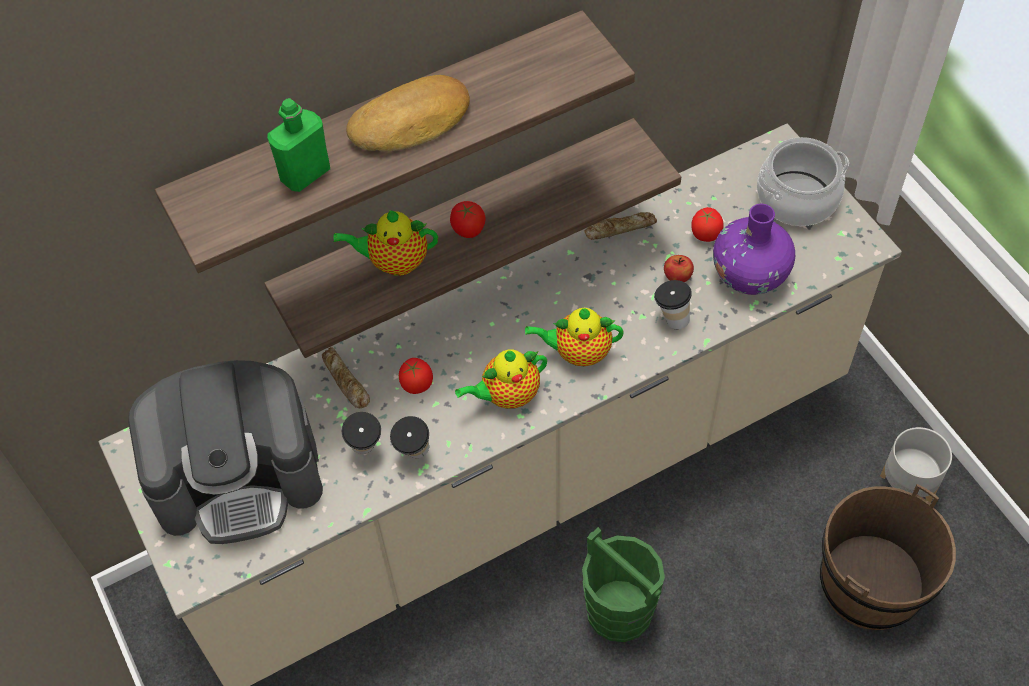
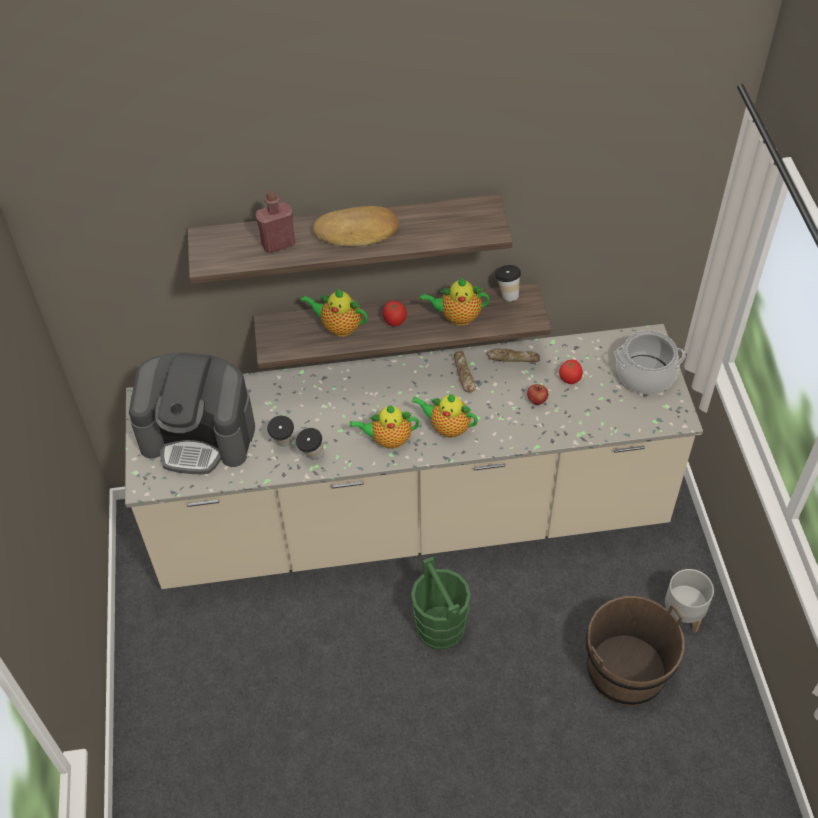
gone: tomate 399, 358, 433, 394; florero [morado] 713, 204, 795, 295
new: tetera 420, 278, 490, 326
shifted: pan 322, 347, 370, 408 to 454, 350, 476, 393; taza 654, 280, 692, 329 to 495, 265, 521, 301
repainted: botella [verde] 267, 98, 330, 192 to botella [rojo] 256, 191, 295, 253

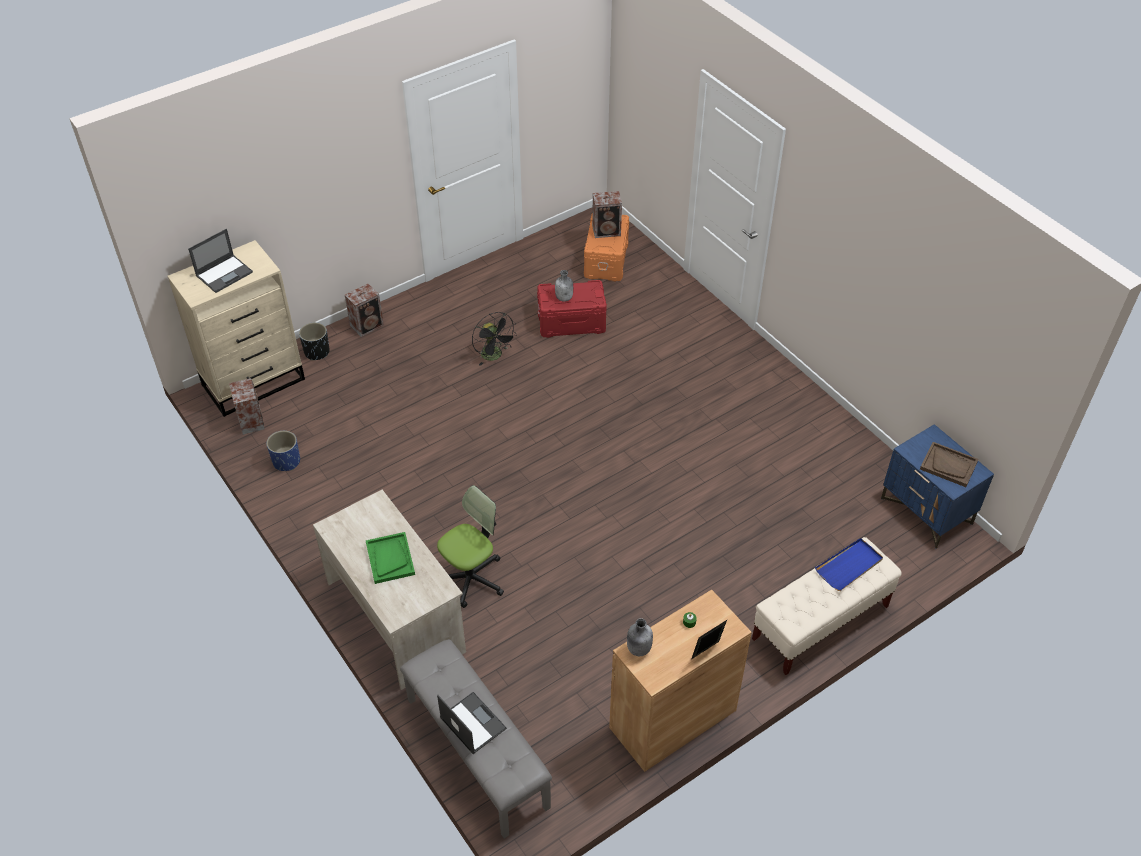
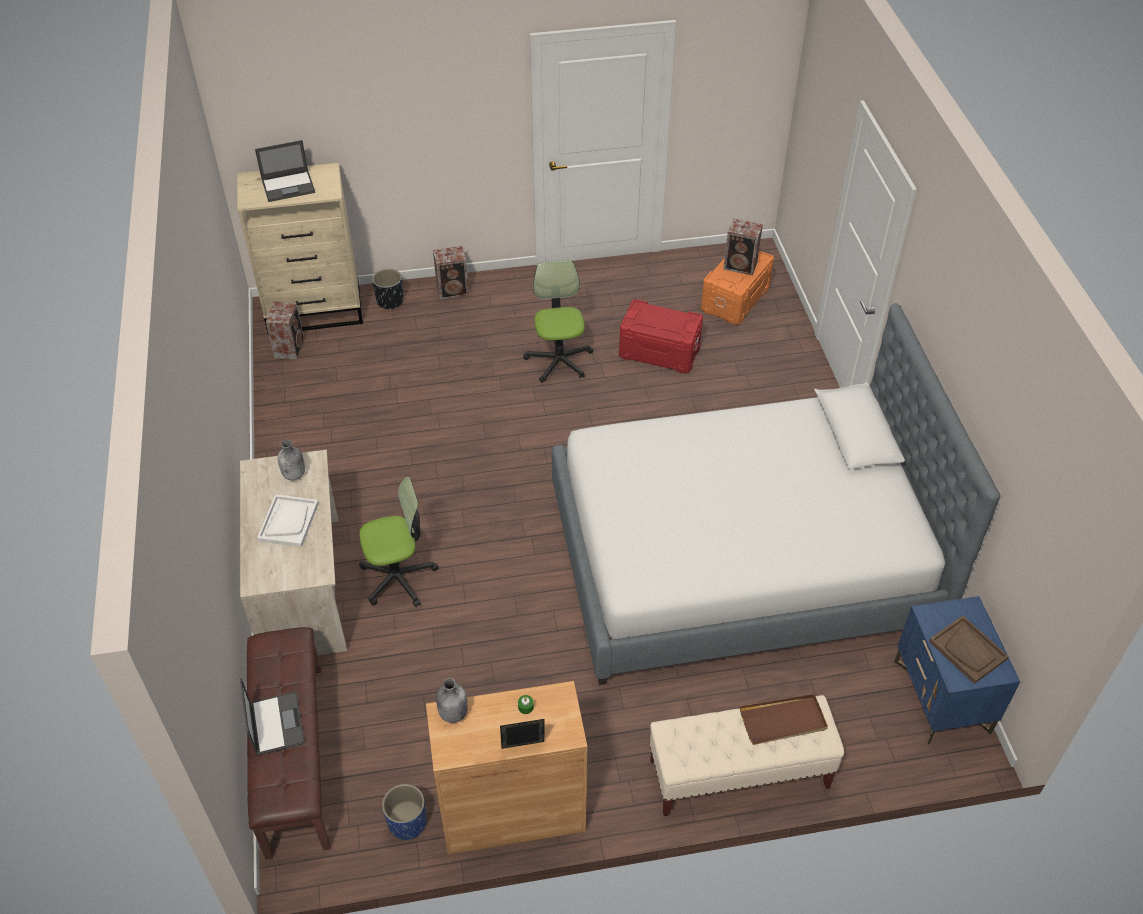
new: cama 552, 303, 1000, 685
shifted: botella [gris] 555, 270, 573, 301 to 277, 440, 305, 480; maceta [azul] 266, 431, 300, 471 to 382, 784, 426, 840
swapped: ventilador [negro] 472, 312, 517, 366 to silla de oficina 523, 260, 593, 383
repainted: banco [gris] 400, 639, 552, 838 to banco [marrón] 247, 627, 331, 860; bandeja [verde] 366, 532, 415, 584 to bandeja [blanco] 257, 494, 319, 547; bandeja [azul] 815, 538, 883, 591 to bandeja [marrón] 740, 694, 828, 745

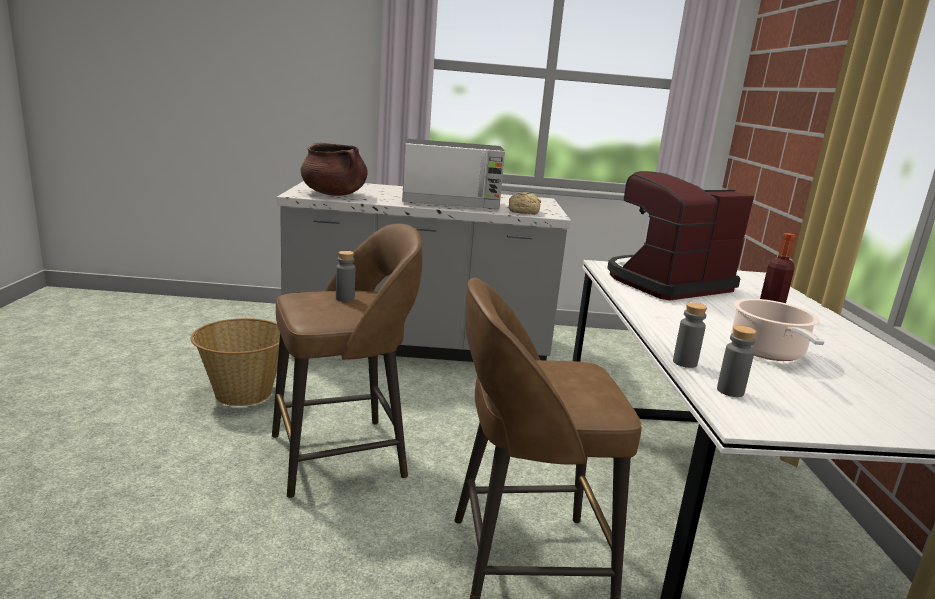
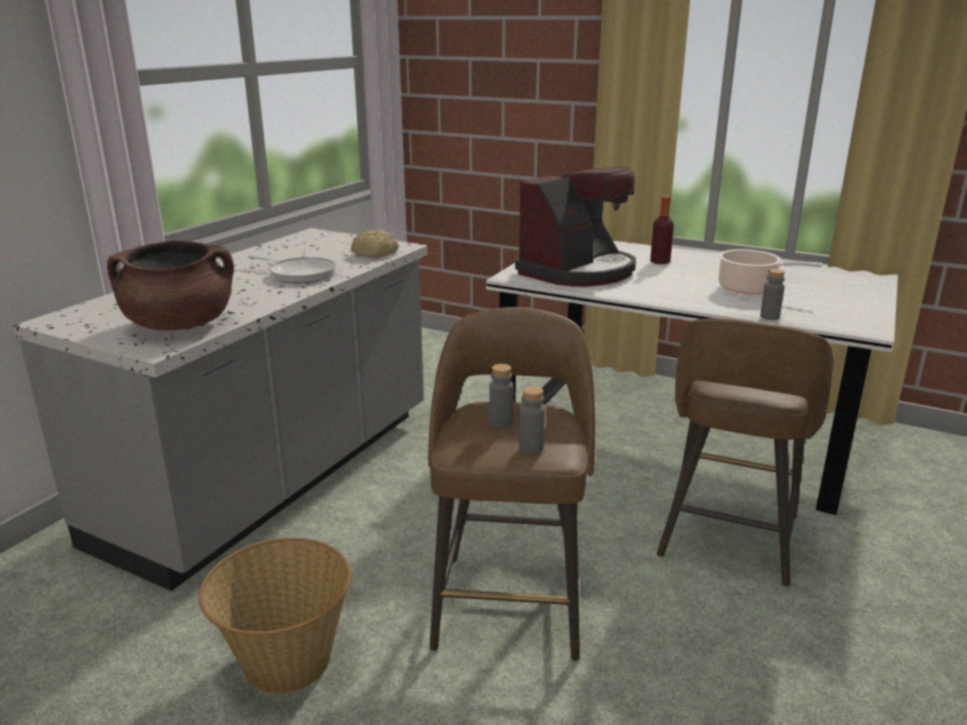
shifted: botella [gris] 717, 326, 756, 397 to 519, 386, 545, 454
swapped: microondas 402, 139, 505, 209 to sartén 248, 255, 336, 283
rotated: cafetera 607, 171, 754, 300 = 515, 167, 636, 287 135 degrees counterclockwise

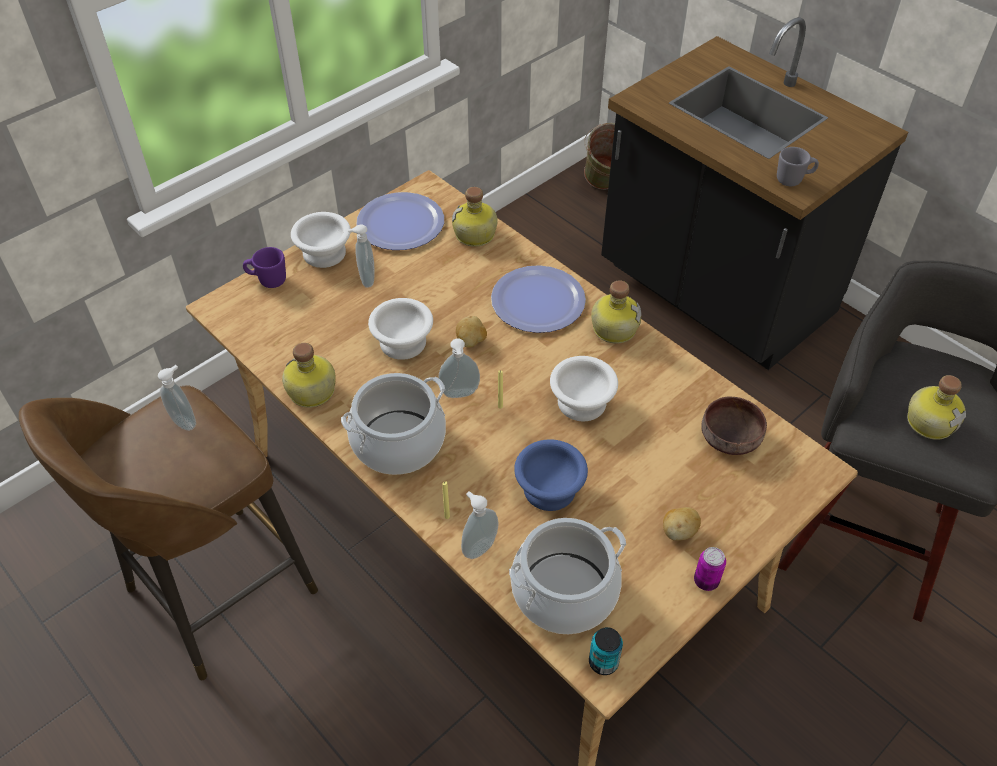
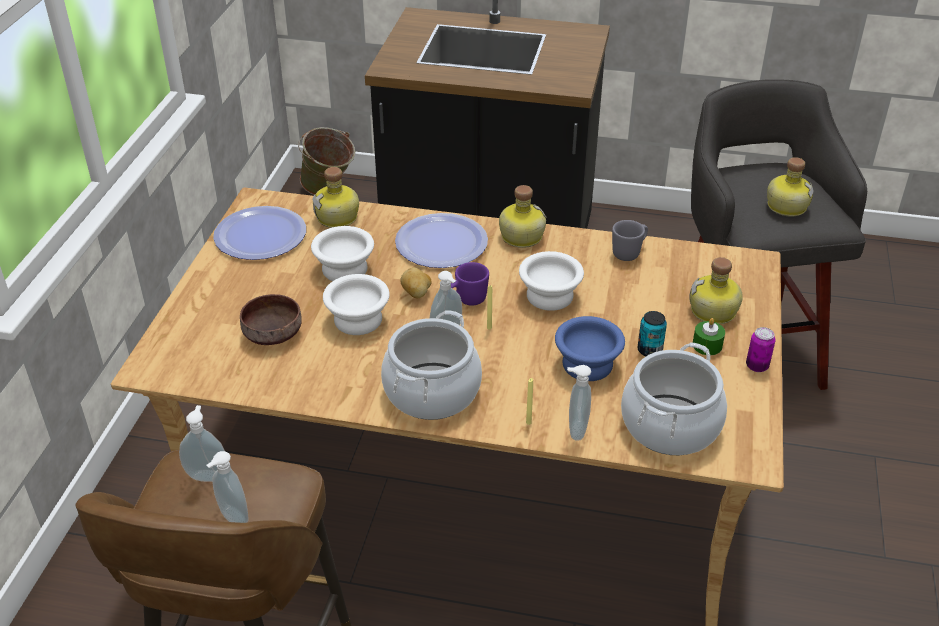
shifted: dispensador de jabón 348, 224, 374, 288 to 207, 451, 248, 523; cuenco [marrón] 701, 397, 767, 455 to 240, 294, 302, 345; cuenco [blanco] 291, 212, 351, 268 to 311, 226, 374, 281; taza grande [morado] 243, 247, 286, 288 to 451, 262, 489, 306; taza grande [gris] 777, 147, 819, 186 to 612, 220, 648, 261; lata 589, 627, 623, 675 to 638, 311, 667, 356; botella 282, 343, 336, 408 to 689, 257, 743, 324
swapped: patata 663, 507, 701, 541 to vela [verde] 693, 318, 725, 355

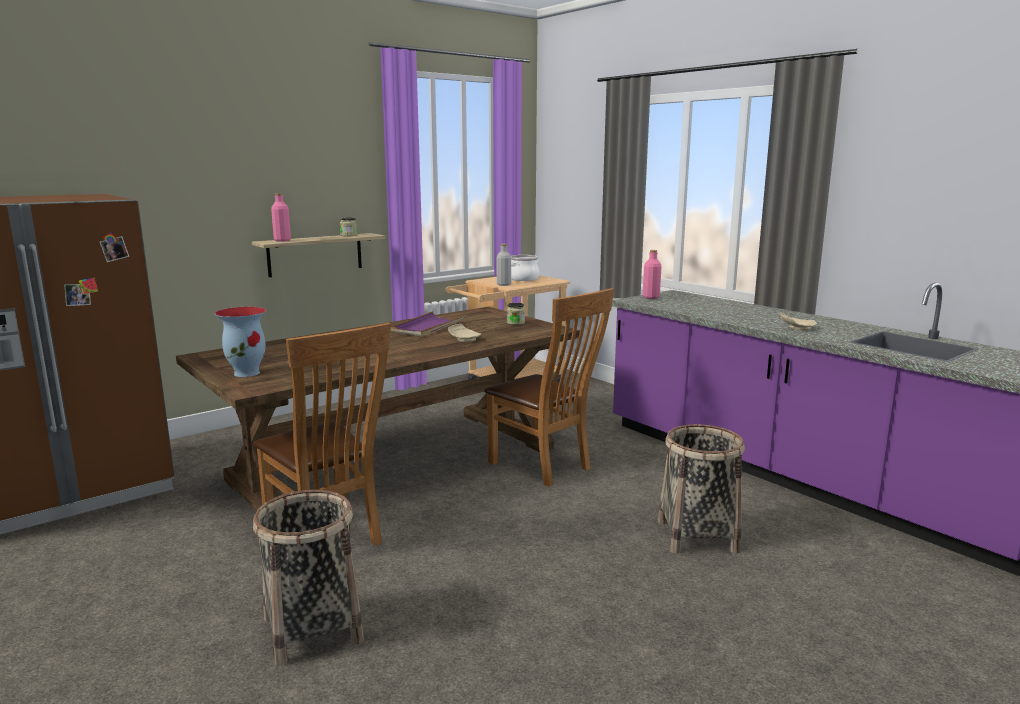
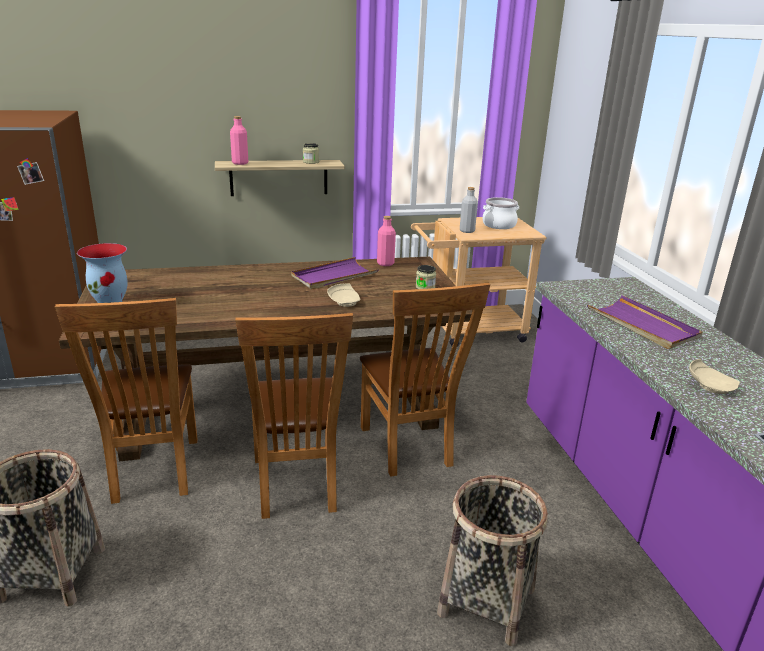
new: silla [marrón] 235, 313, 353, 519; bandeja [morado] 587, 295, 702, 349
shifted: botella [rosa] 643, 250, 662, 299 to 377, 216, 396, 266

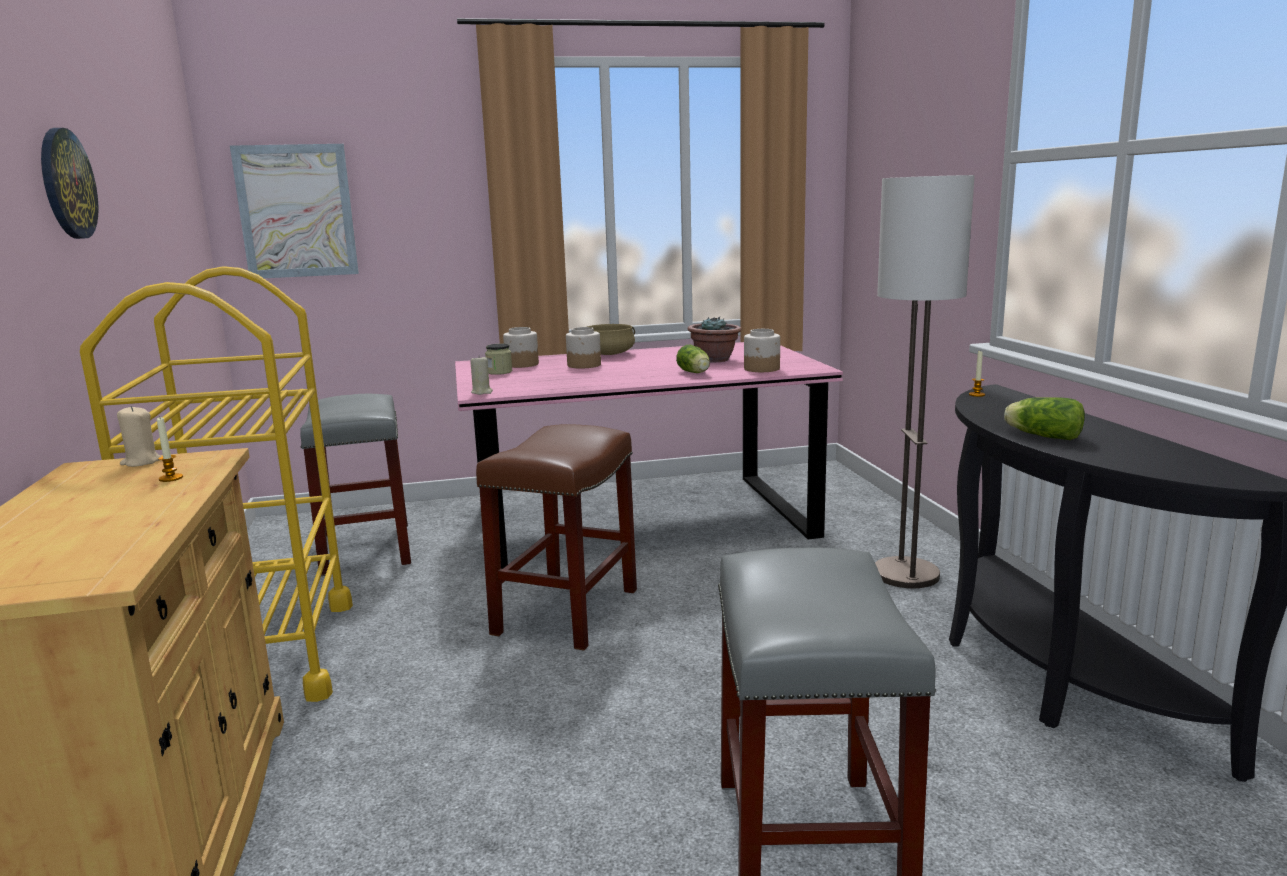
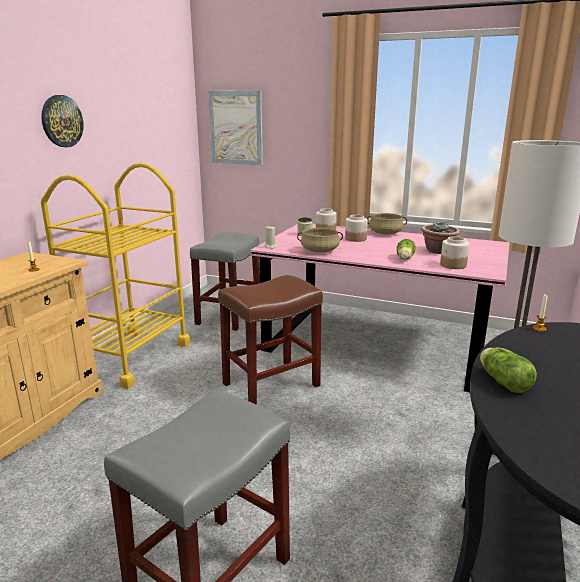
gone: vela [beis] 117, 406, 161, 467
new: olla [beis] 297, 228, 343, 253

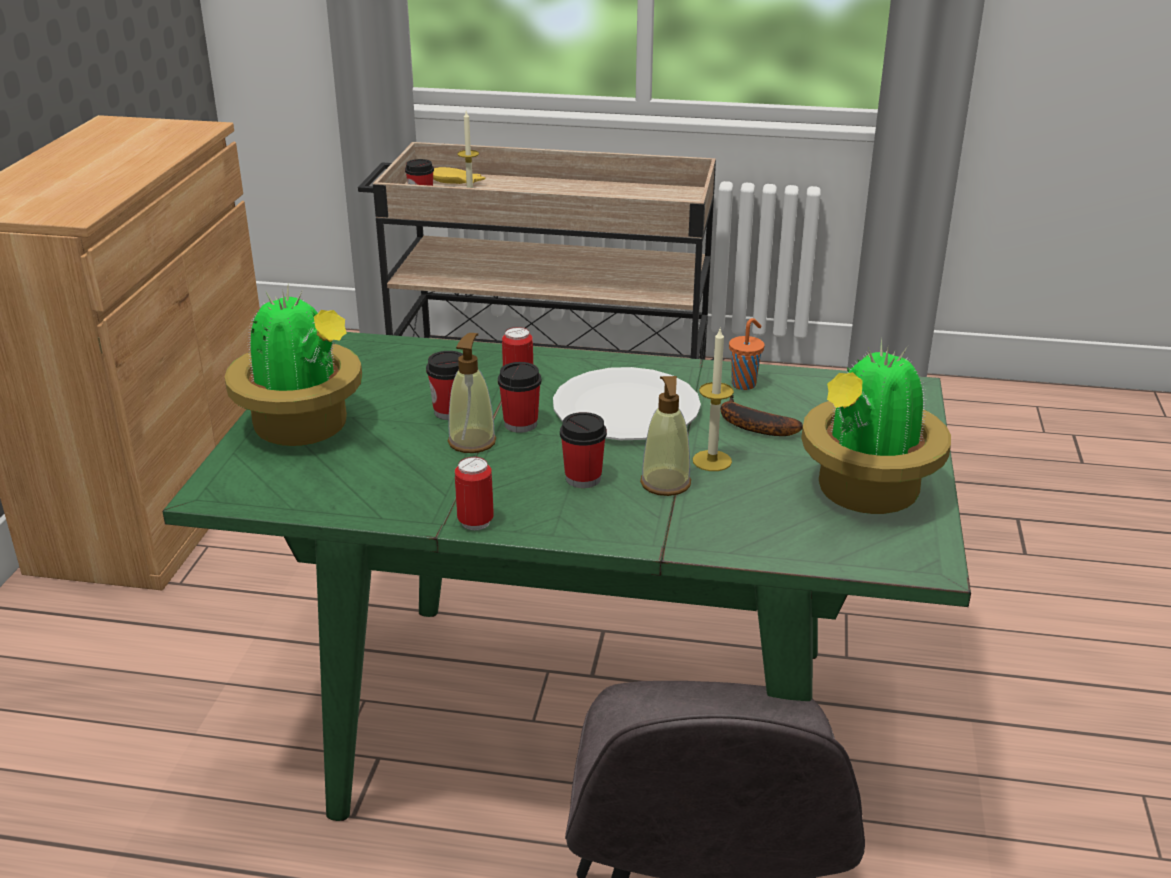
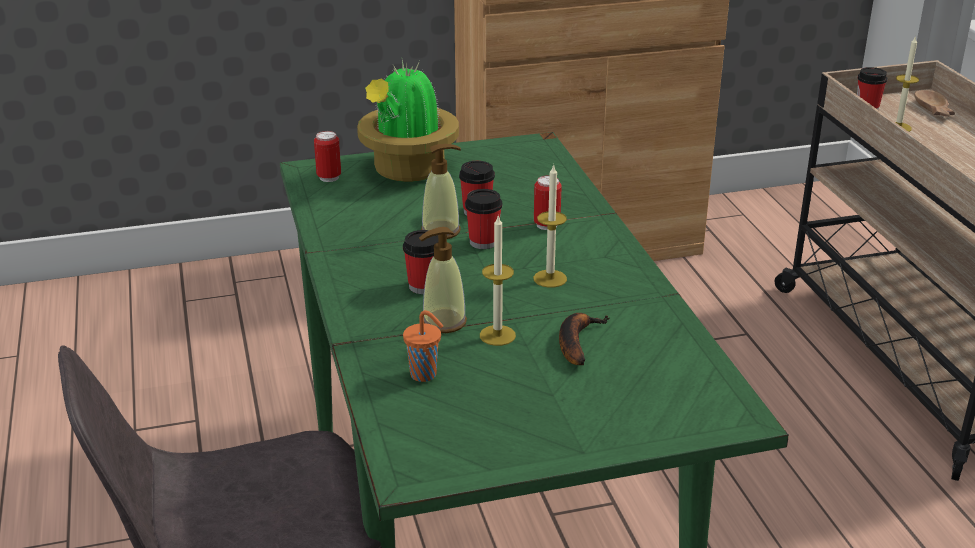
gone: planta en maceta 801, 337, 951, 514
shifted: lata 455, 457, 494, 530 to 314, 131, 341, 182; taza [naranja] 729, 318, 765, 390 to 403, 310, 444, 382
swapped: plato [blanco] 553, 367, 701, 440 to vela 533, 164, 567, 288
repainted: cuenco [amarillo] 433, 167, 485, 184 to cuenco [marrón] 914, 90, 955, 117

